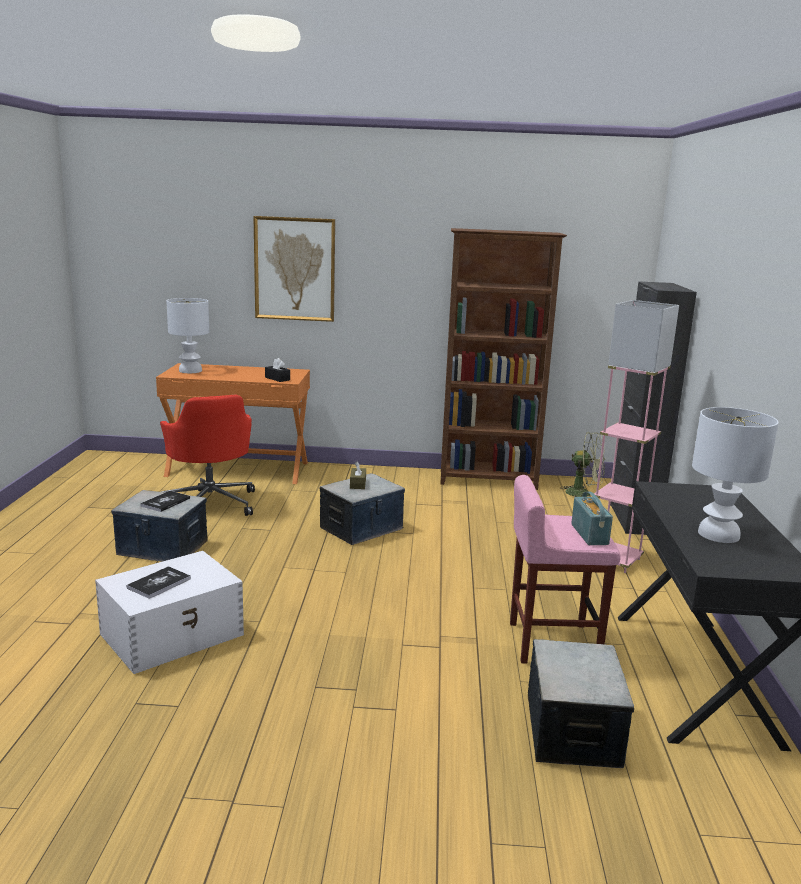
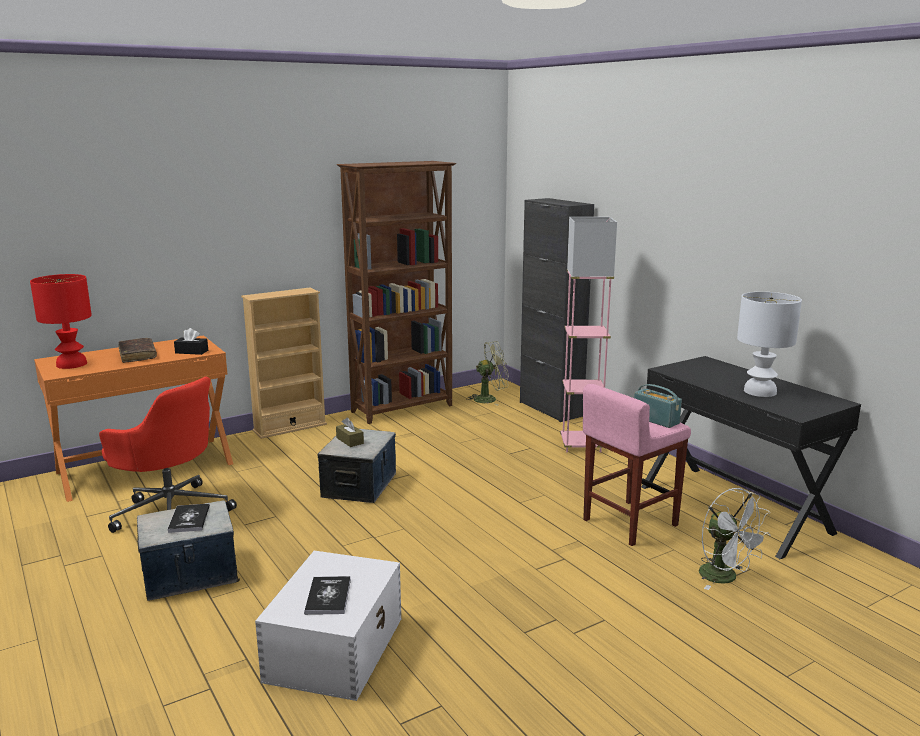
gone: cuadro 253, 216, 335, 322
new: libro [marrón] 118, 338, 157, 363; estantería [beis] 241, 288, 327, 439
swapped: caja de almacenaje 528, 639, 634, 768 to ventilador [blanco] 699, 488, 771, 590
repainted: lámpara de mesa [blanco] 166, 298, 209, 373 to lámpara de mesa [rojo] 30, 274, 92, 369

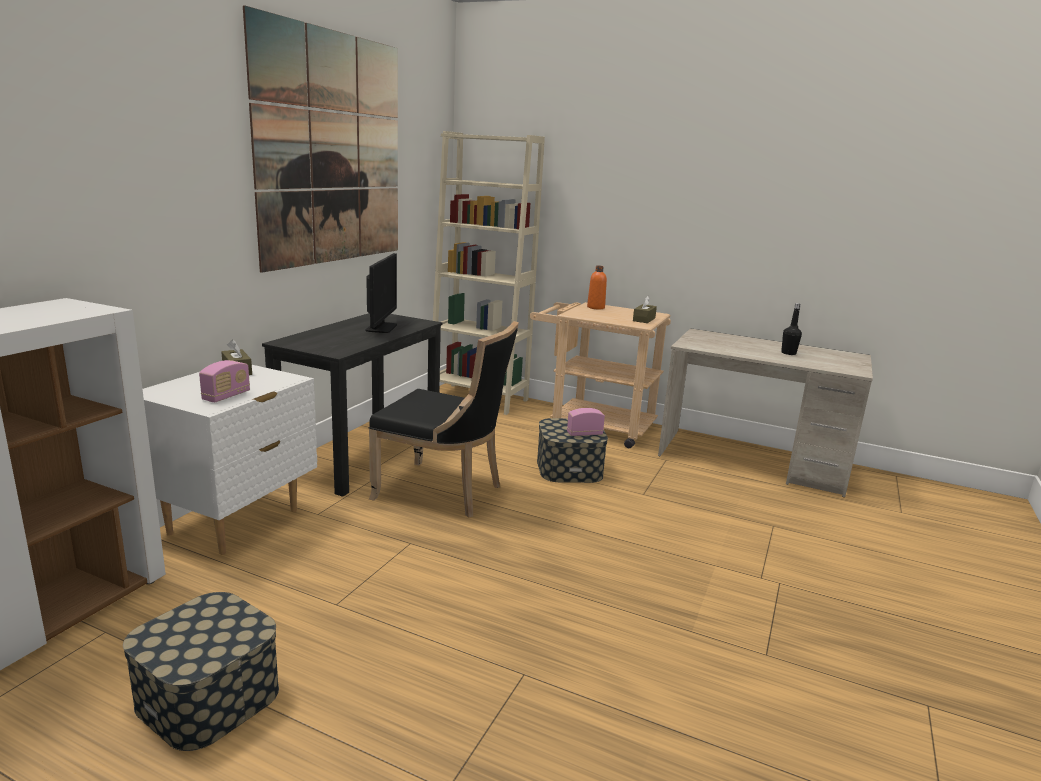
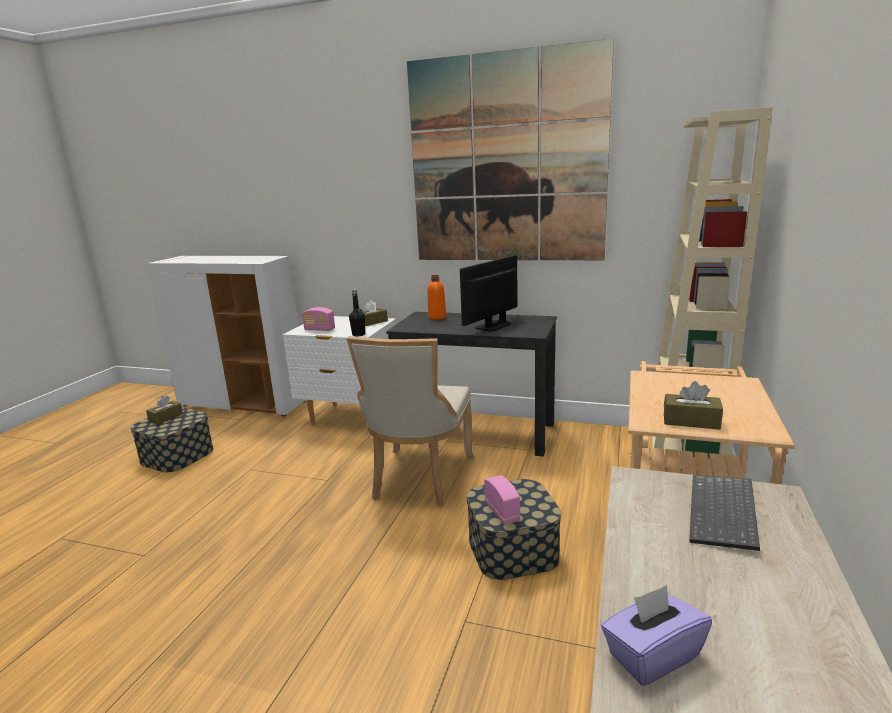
new: caja de pañuelos [marrón] 146, 396, 183, 425; caja de pañuelos [morado] 601, 585, 712, 686; teclado 689, 475, 760, 551
shifted: botella [negro] 781, 303, 802, 355 to 349, 289, 365, 336; botella [naranja] 587, 266, 607, 309 to 428, 275, 446, 320
repainted: silla [negro] 369, 321, 519, 518 to silla [beis] 347, 336, 474, 507
rotated: monitor 365, 253, 397, 333 = 460, 255, 518, 331 135 degrees clockwise

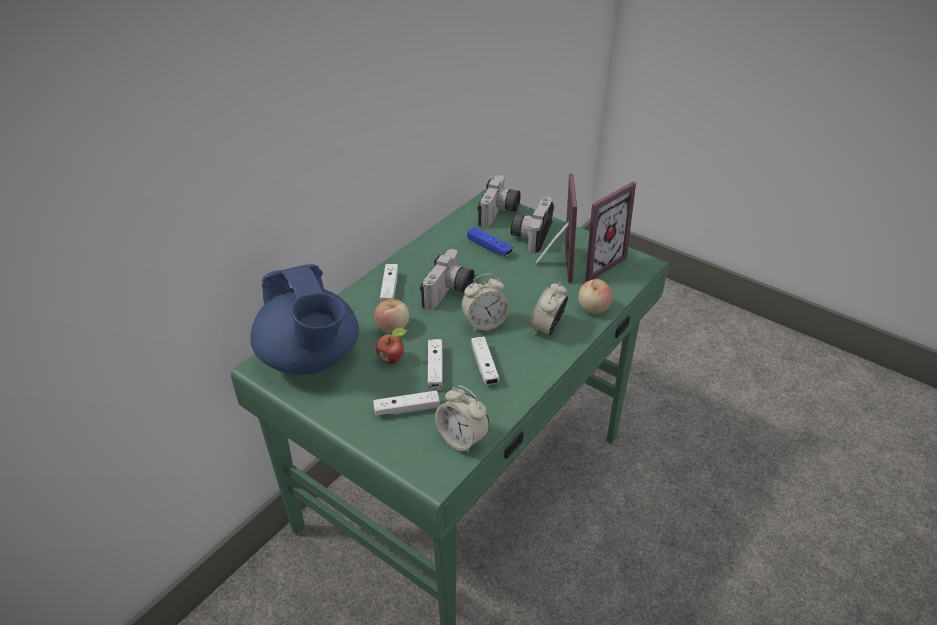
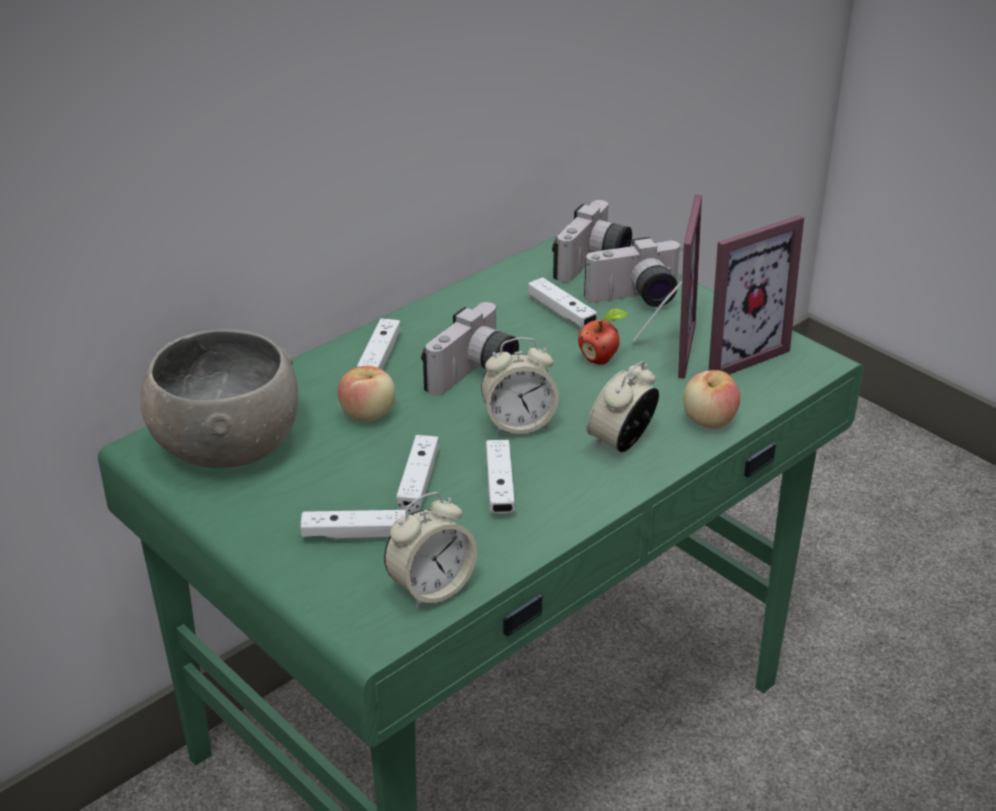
shifted: manzana 376, 328, 407, 364 to 578, 308, 628, 365
swapped: tetera [azul] 250, 264, 359, 375 to cuenco [gris] 140, 329, 298, 468
repainted: mando de consola [azul] 467, 227, 513, 256 to mando de consola [blanco] 528, 277, 597, 327
rotated: despertador 435, 385, 490, 454 = 384, 492, 477, 609 90 degrees counterclockwise; cámara 510, 197, 554, 253 = 584, 237, 682, 307 135 degrees counterclockwise

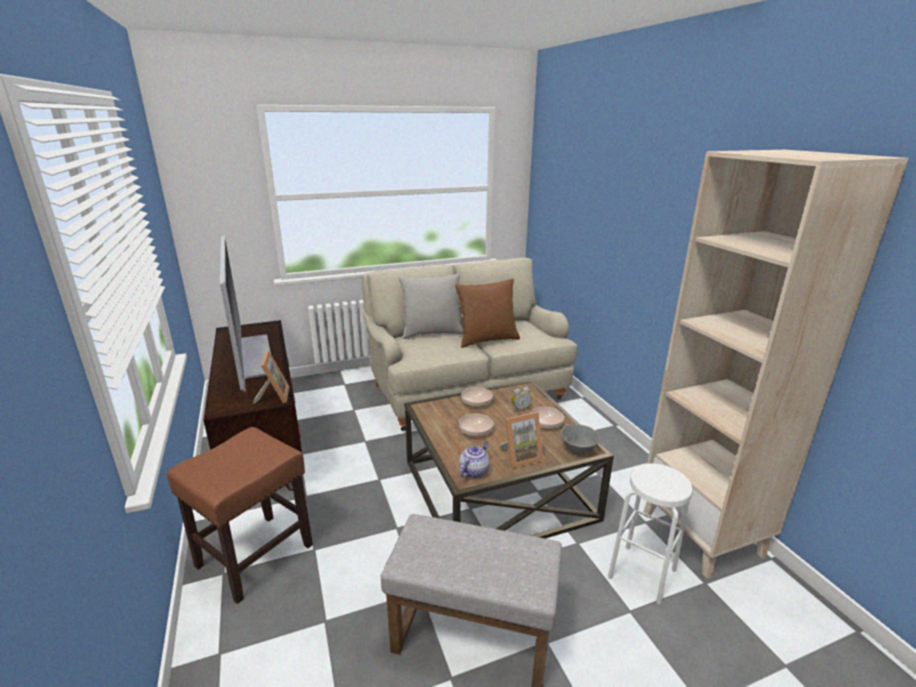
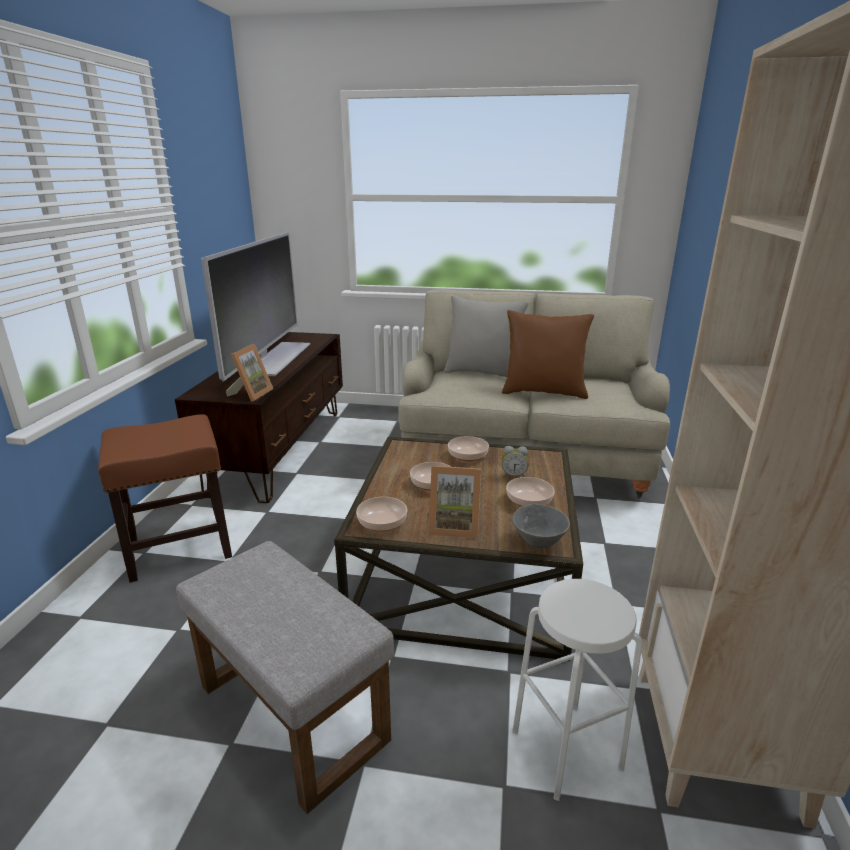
swapped: tetera 459, 441, 490, 478 to cuenco 356, 497, 407, 532

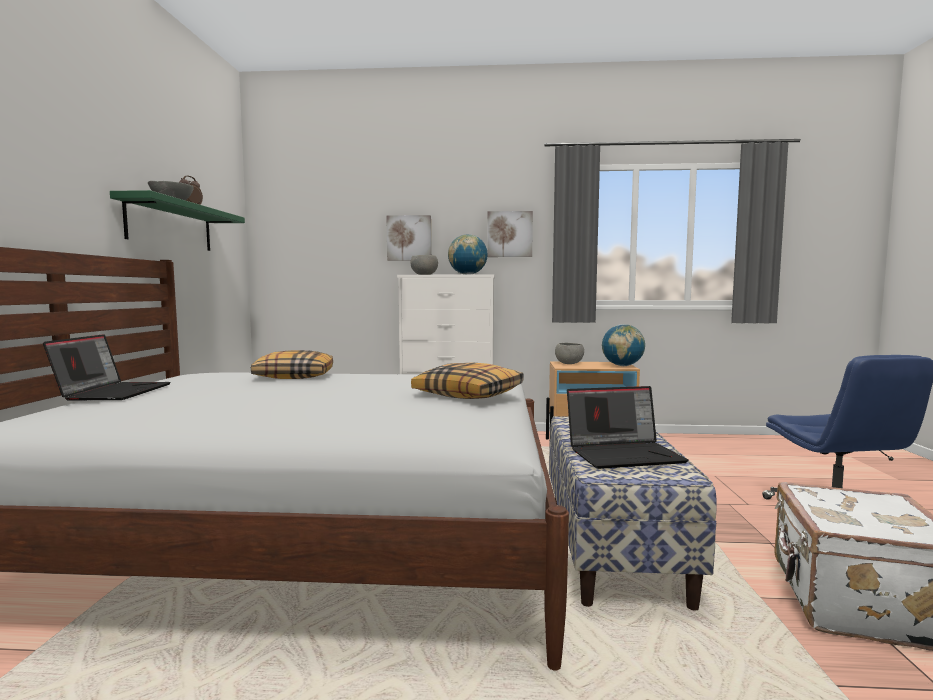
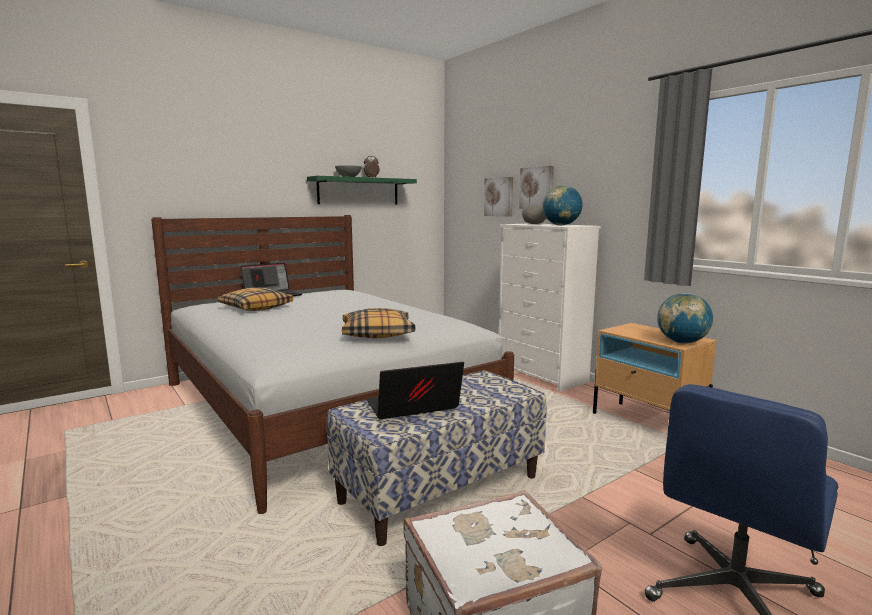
gone: cuenco [gris] 555, 343, 584, 364
shifted: cojín 251, 350, 333, 379 to 218, 288, 293, 311; cuadro 487, 211, 533, 257 to 484, 177, 513, 216
rotated: portátil 567, 386, 689, 469 = 366, 362, 464, 419 120 degrees clockwise

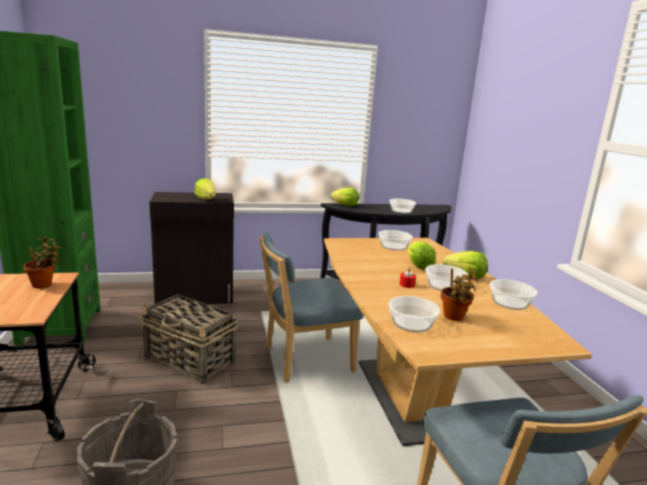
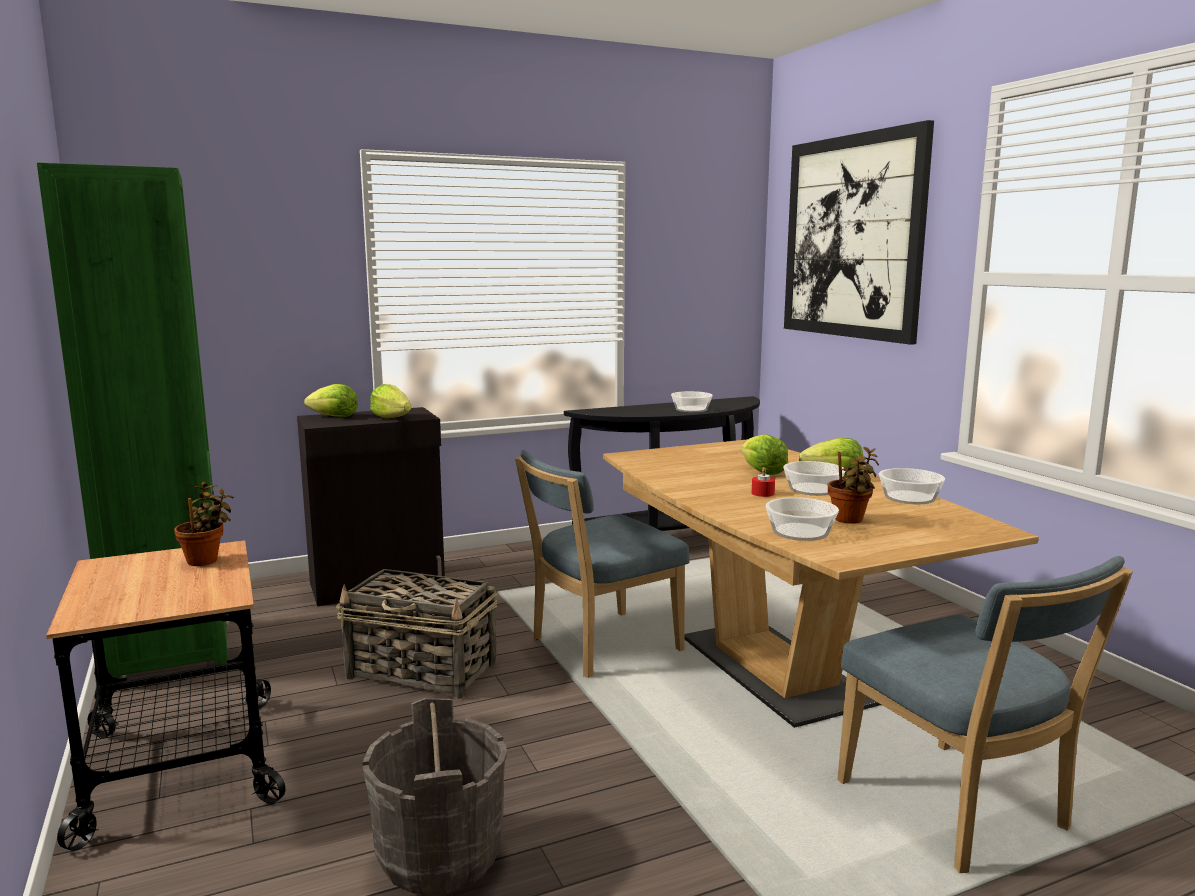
gone: cuenco 378, 230, 413, 251
new: cuadro 784, 120, 934, 345
shifted: lechuga 330, 188, 359, 206 to 304, 384, 358, 417

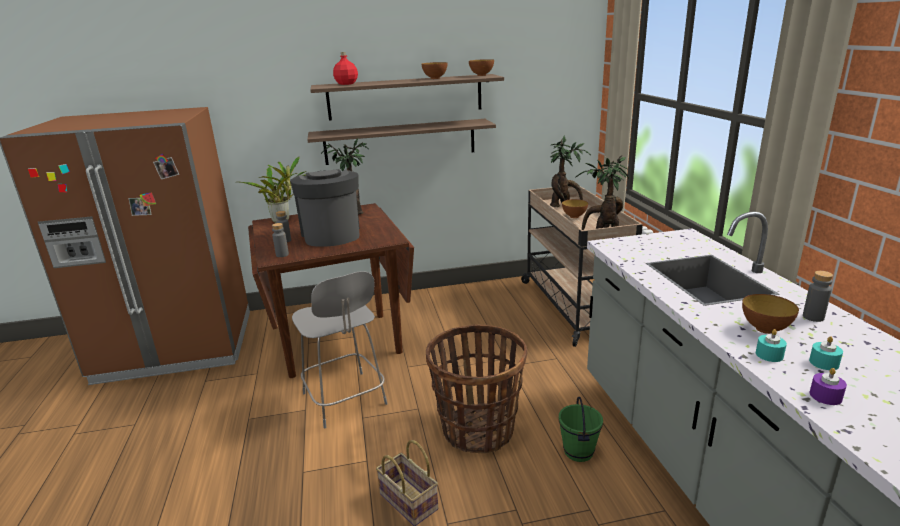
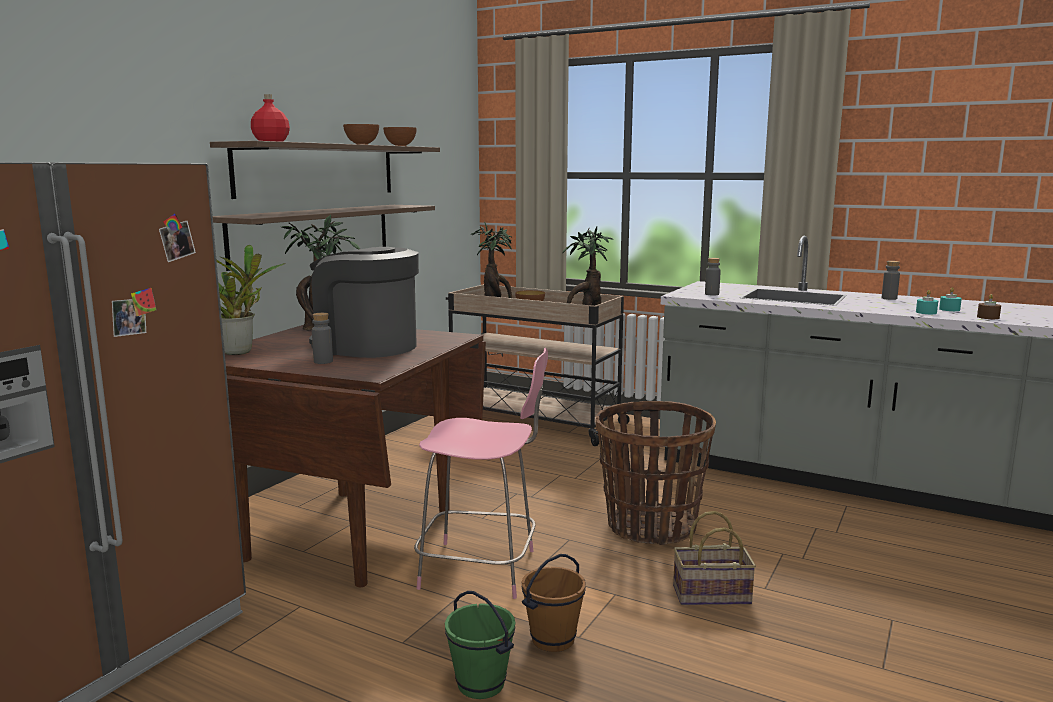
gone: cuenco 742, 294, 799, 334
new: cubo [marrón] 521, 554, 586, 652
shifted: cubo [verde] 559, 397, 603, 462 to 445, 591, 515, 699; botella [gris] 272, 223, 289, 257 to 705, 258, 721, 296
repainted: silla [gris] 292, 271, 388, 428 to silla [rosa] 414, 348, 548, 599; vela [morado] 810, 368, 847, 405 to vela [marrón] 977, 294, 1001, 319

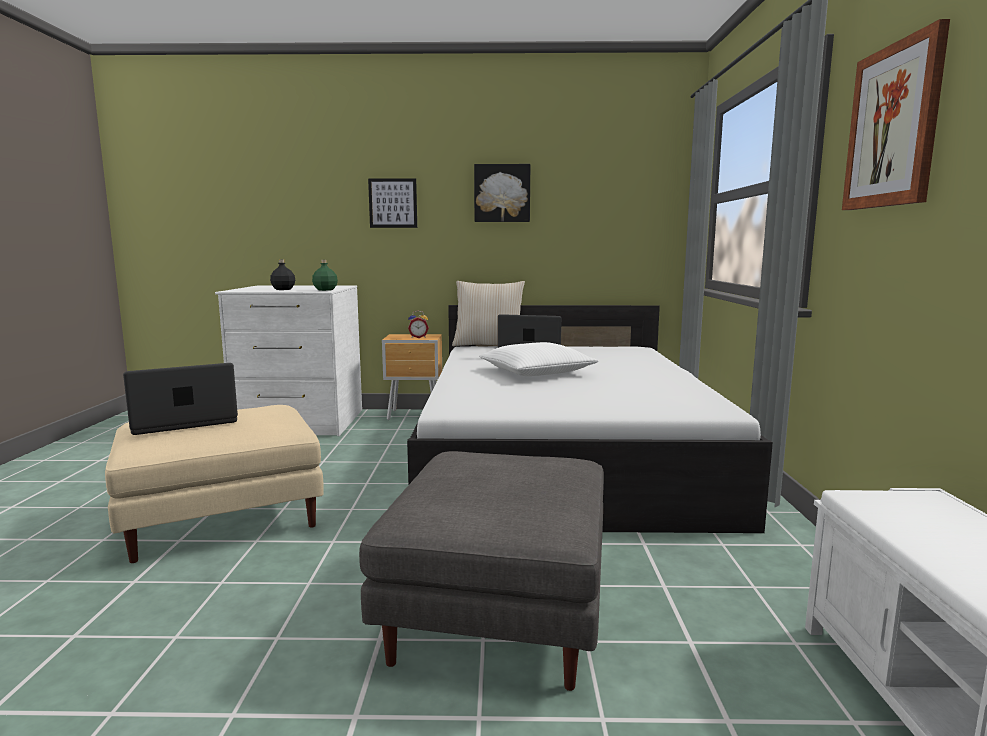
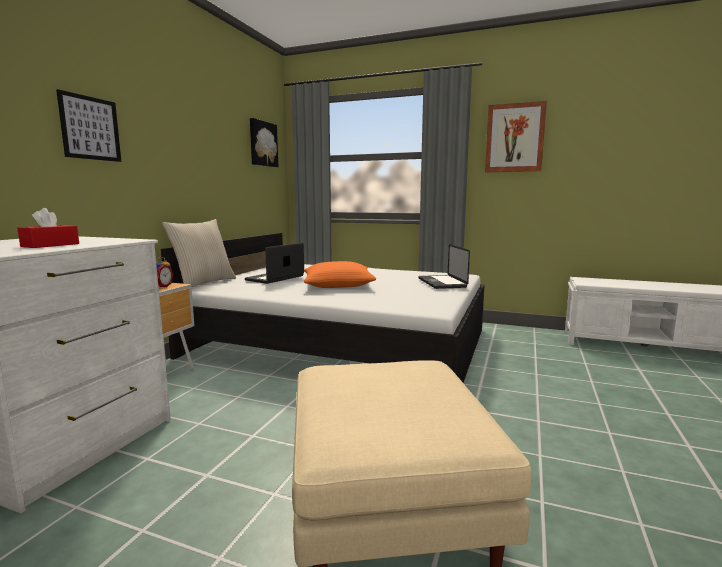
gone: botella [verde] 312, 260, 338, 291; puf [gris] 359, 451, 604, 691
shifted: cuadro 474, 164, 530, 222 to 250, 118, 278, 167; portátil 123, 363, 238, 435 to 418, 244, 470, 289
swapped: botella [negro] 270, 260, 295, 290 to caja de pañuelos [rojo] 17, 208, 79, 248
repainted: cojín [blanco] 479, 342, 598, 376 to cojín [naranja] 304, 261, 376, 288

